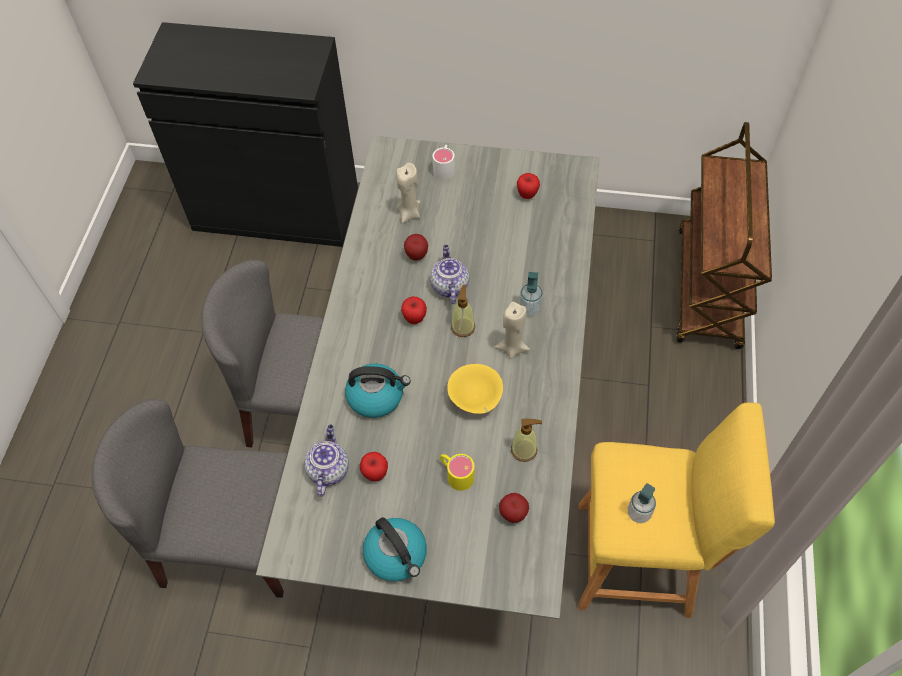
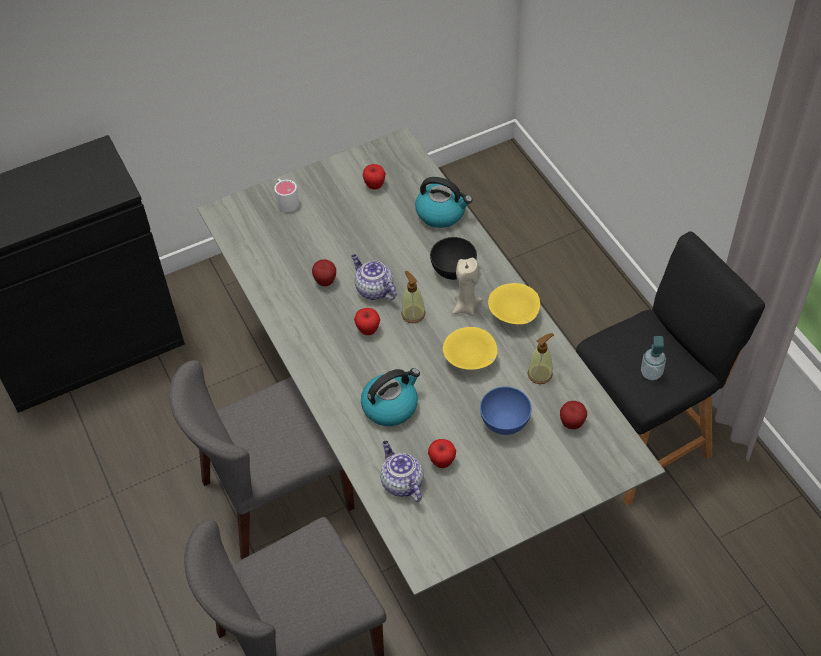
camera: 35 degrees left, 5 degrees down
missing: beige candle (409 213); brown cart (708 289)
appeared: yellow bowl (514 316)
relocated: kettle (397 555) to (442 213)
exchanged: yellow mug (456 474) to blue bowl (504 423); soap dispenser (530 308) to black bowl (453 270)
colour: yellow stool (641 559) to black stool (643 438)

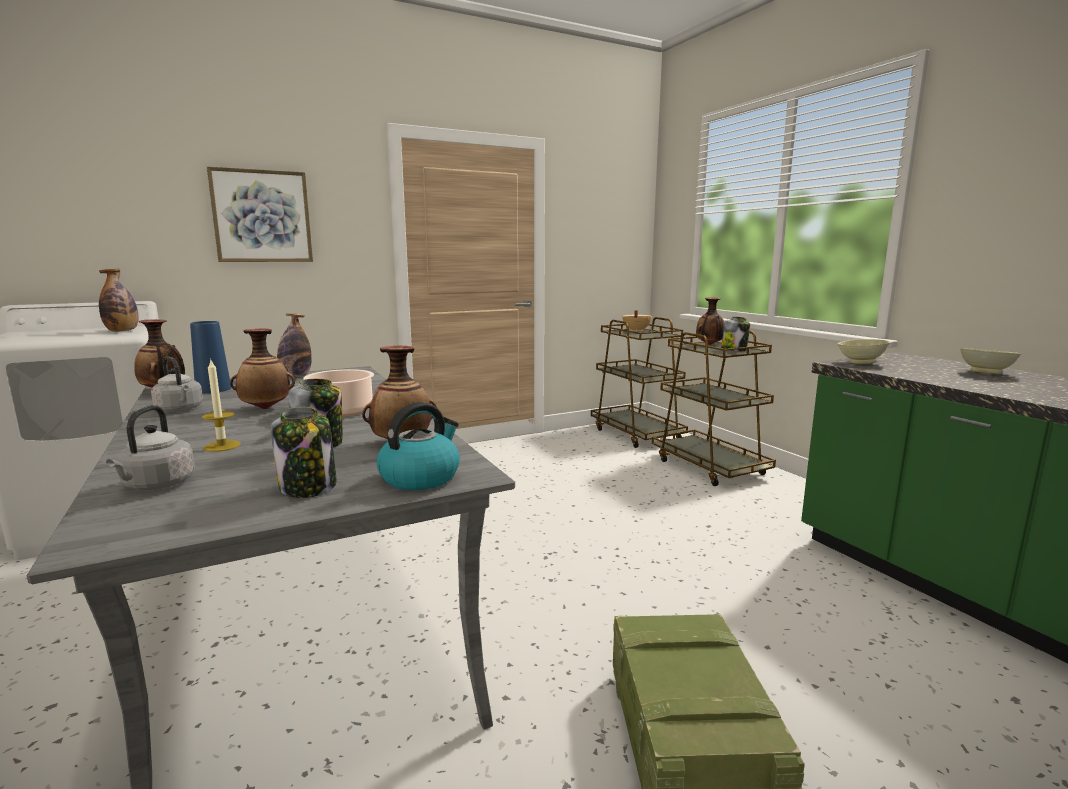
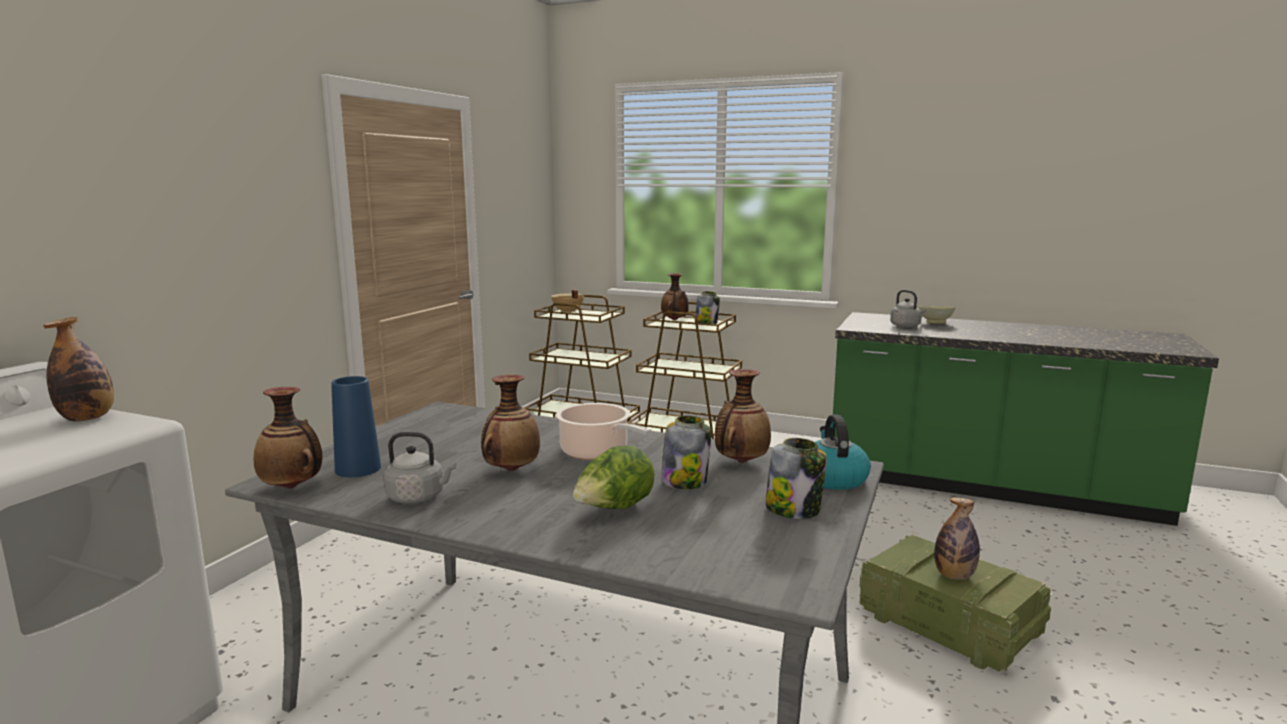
camera: 40 degrees left, 0 degrees up
missing: picture (262 216); beige bowl (860 362)
relocated: grey kettle (156 485) to (906 326); bottle (295 376) to (954 576)
exchanged: candle (222 446) to lettuce (614 509)

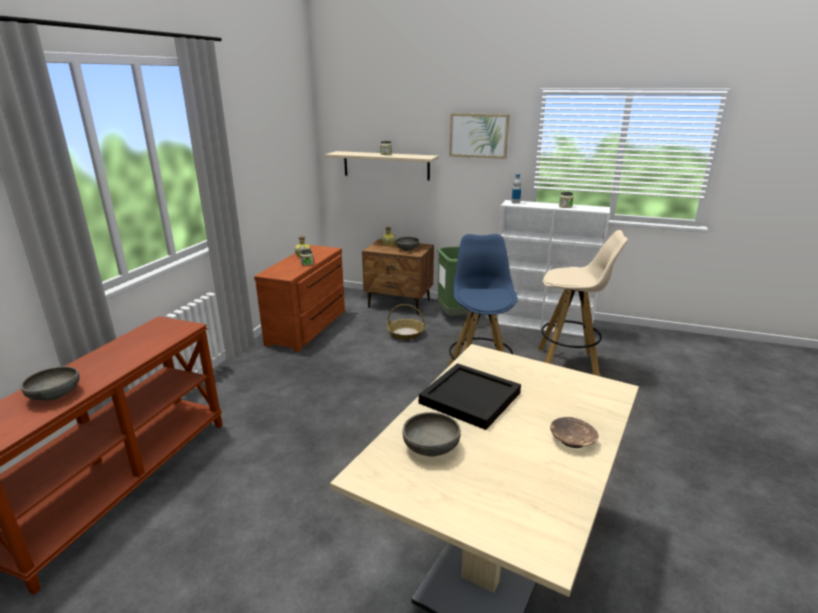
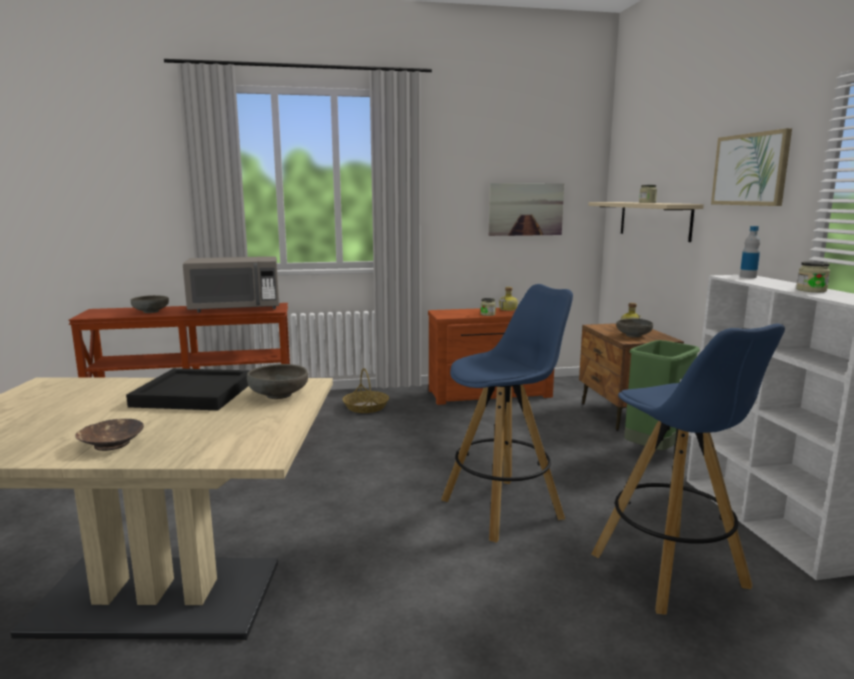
camera: 60 degrees right, 10 degrees down
appeared: grey microwave (235 308); picture (525 209)
relocated: basket (405 333) to (365 407); grey bowl (431 447) to (278 395)
colour: beige stool (568 363) to blue stool (670 572)

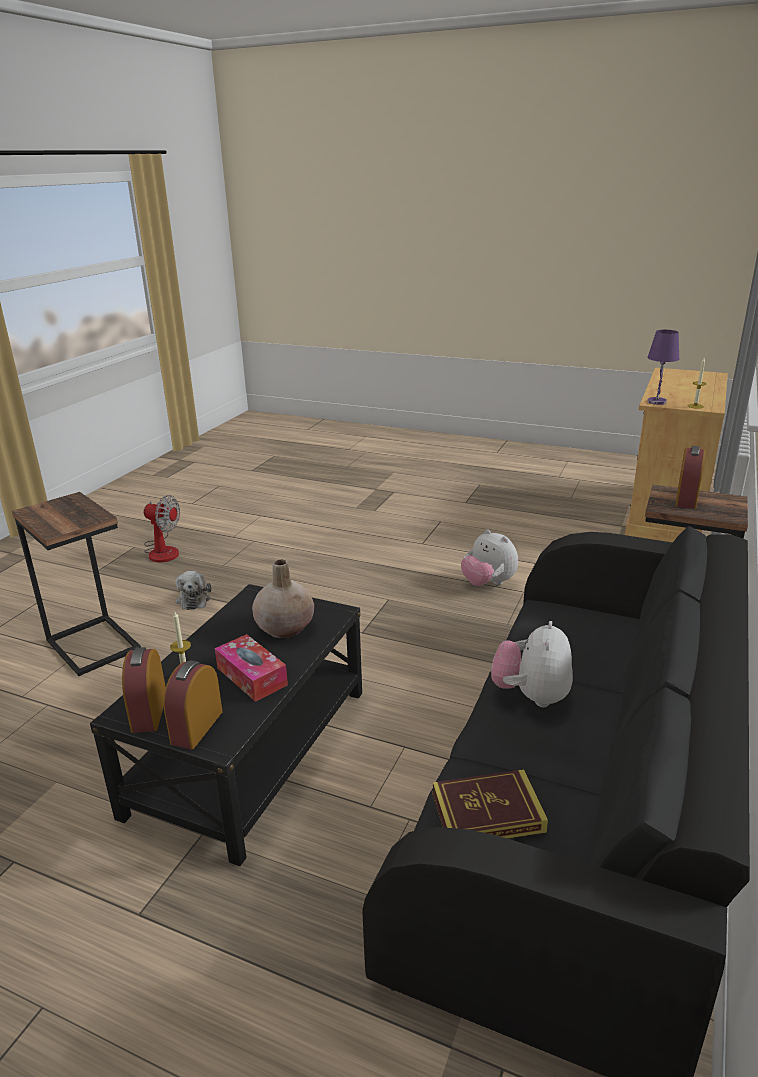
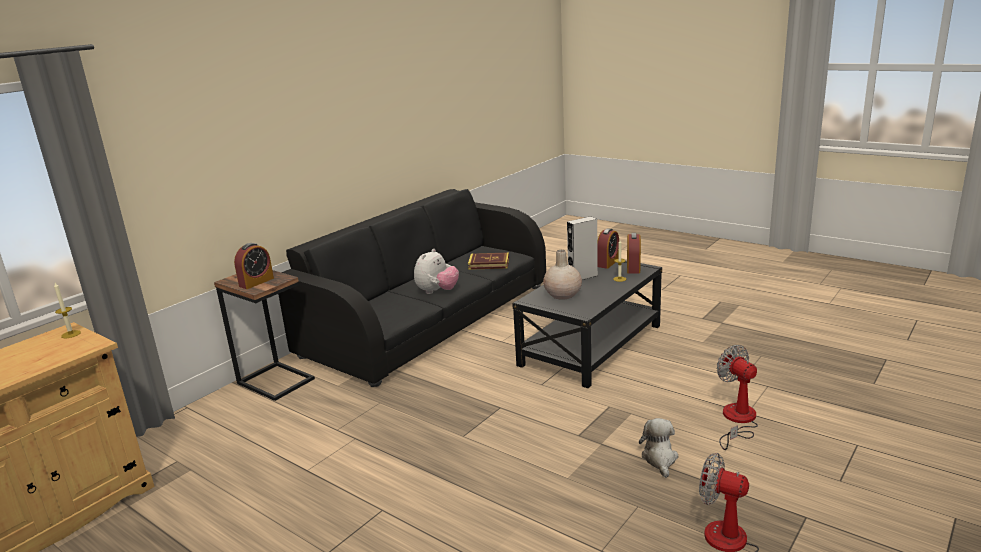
camera: 165 degrees left, 5 degrees down
missing: plush toy (488 583); purple table lamp (657 402)
exchanged: side table (95 644) to fan (737 421); tissue box (252 676) to grey speaker (582 277)

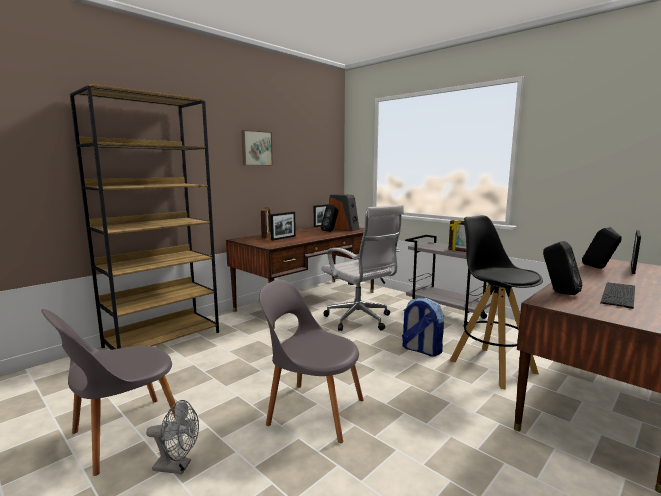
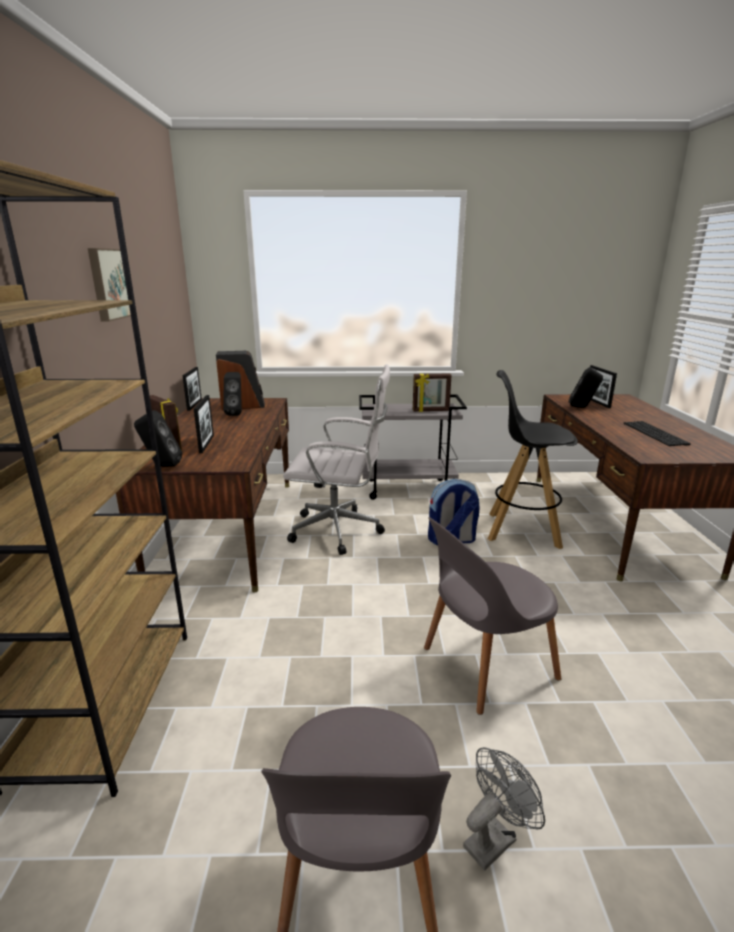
camera: 45 degrees left, 10 degrees up
relocated: black speaker (559 292) to (161 466)

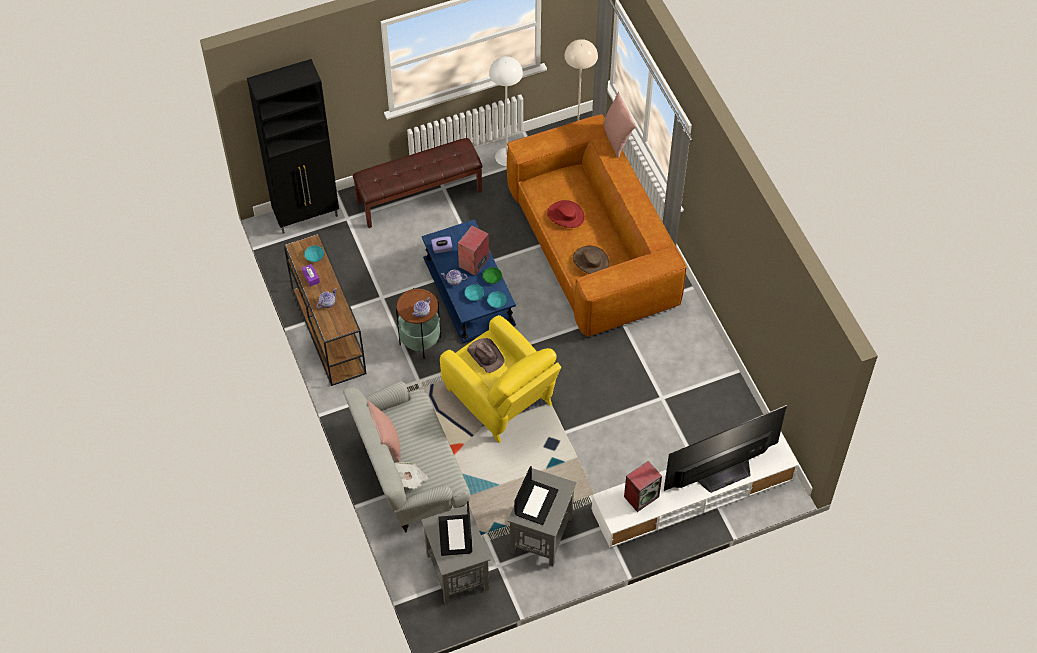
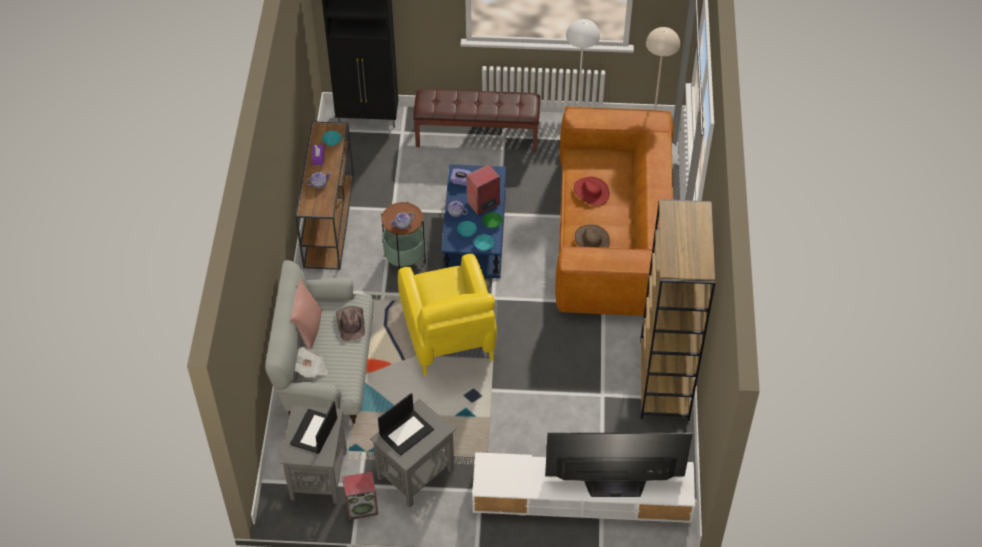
camera: 25 degrees right, 5 degrees down
missing: pink pillow (617 139)
appeared: brown bookcase (664 381)
relocated: brown hat (486 355) to (351 323); speaker (641 496) to (362 507)

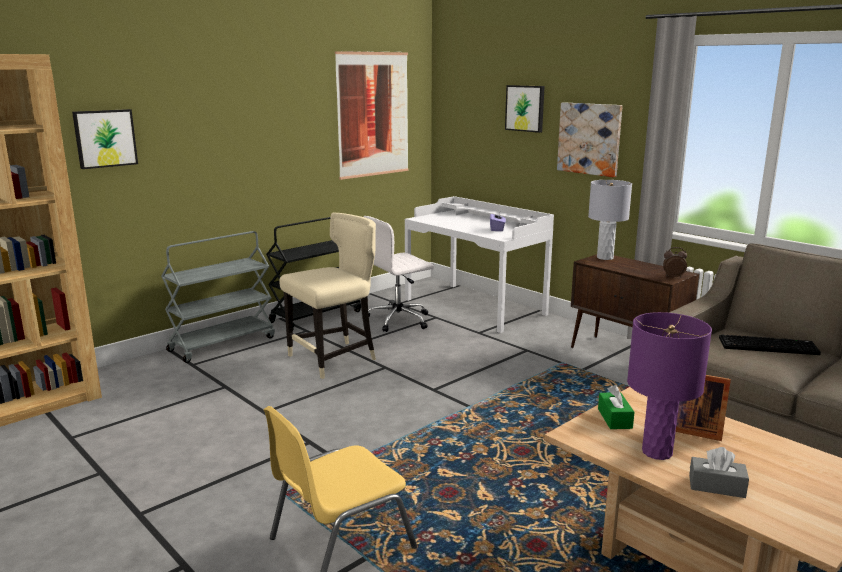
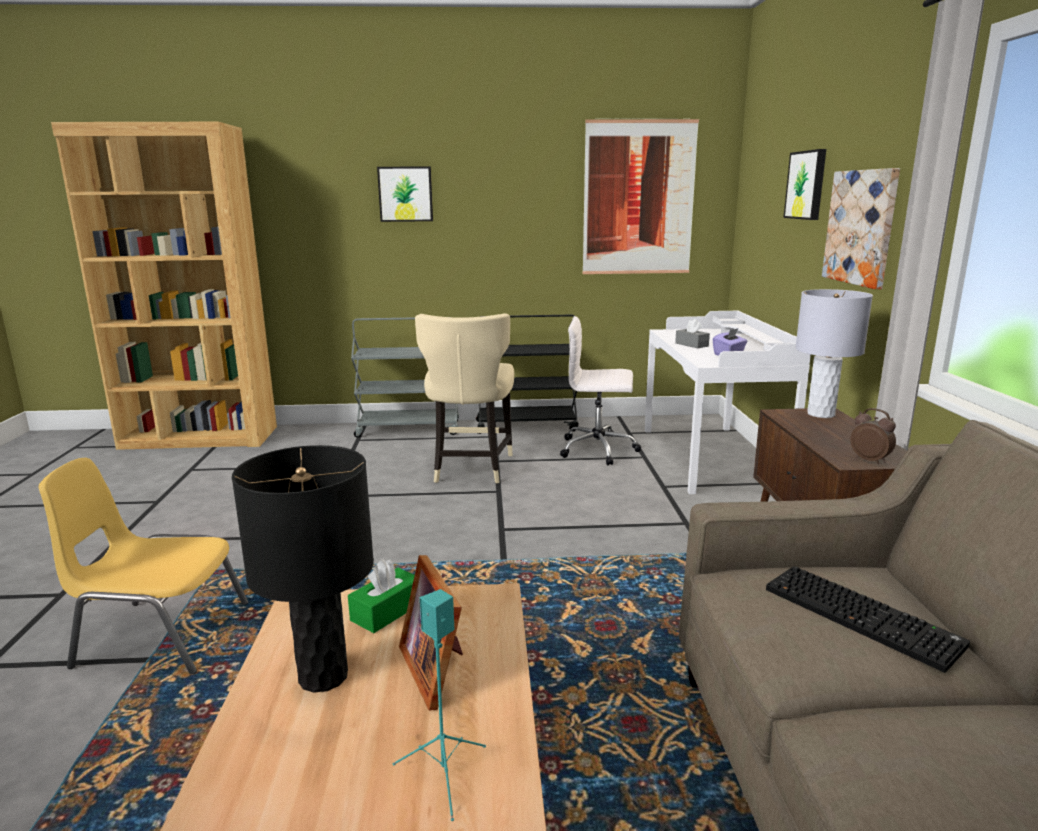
camera: 40 degrees right, 0 degrees up
appeared: turquoise speaker (444 776)
relocated: picture (105 138) to (405 194); grey tissue box (716 486) to (691 344)
colour: purple table lamp (657 452) to black table lamp (324 676)
spun: beige chair (335 358) = (470 469) 90 degrees clockwise

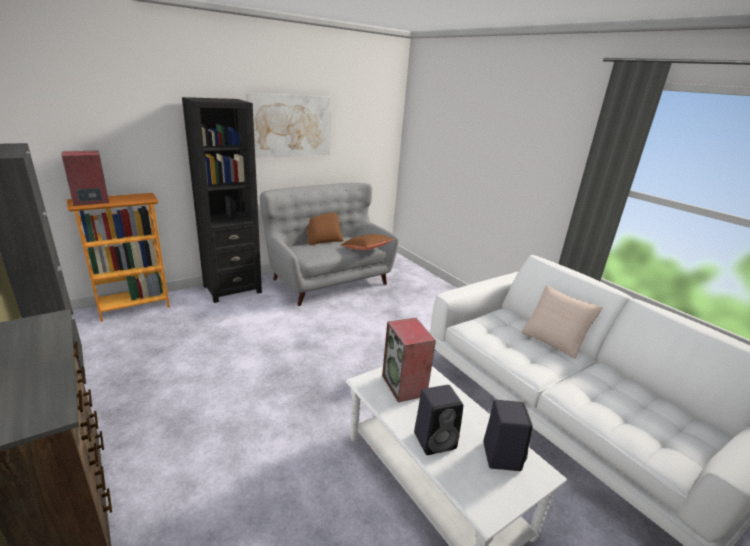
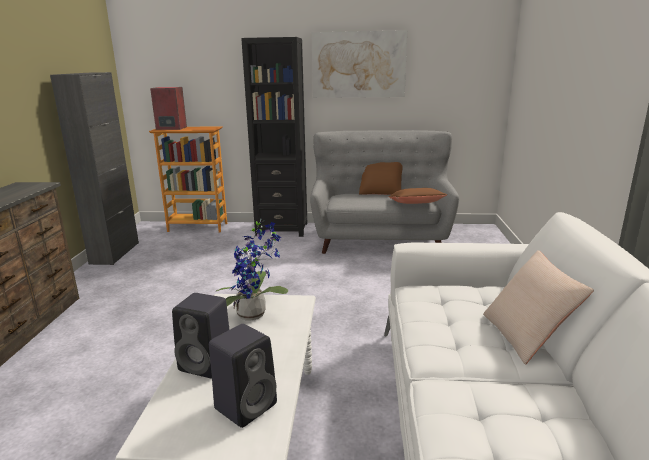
camera: 40 degrees right, 5 degrees down
exchanged: speaker (404 386) to potted plant (255 314)

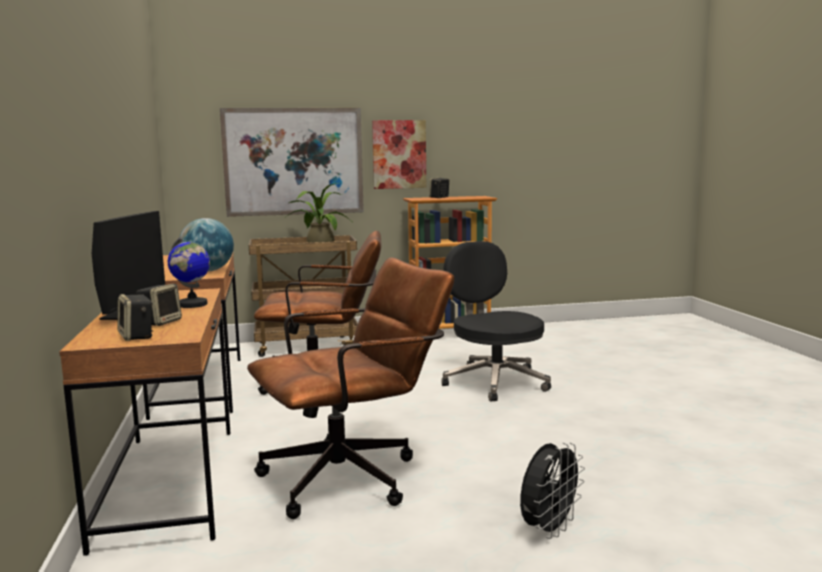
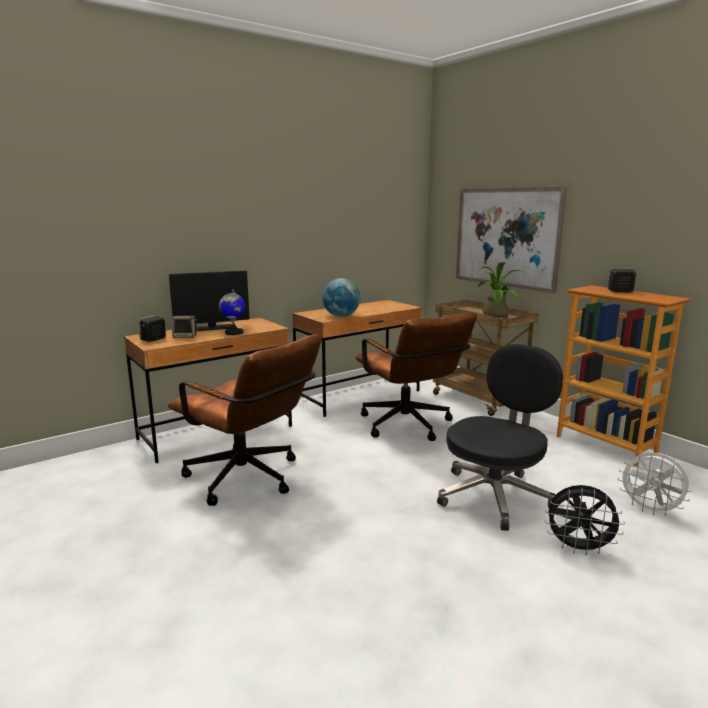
camera: 65 degrees right, 5 degrees up
missing: picture (399 154)
appeared: white fan (650 510)
relocated: black fan (548 529) to (579 548)

